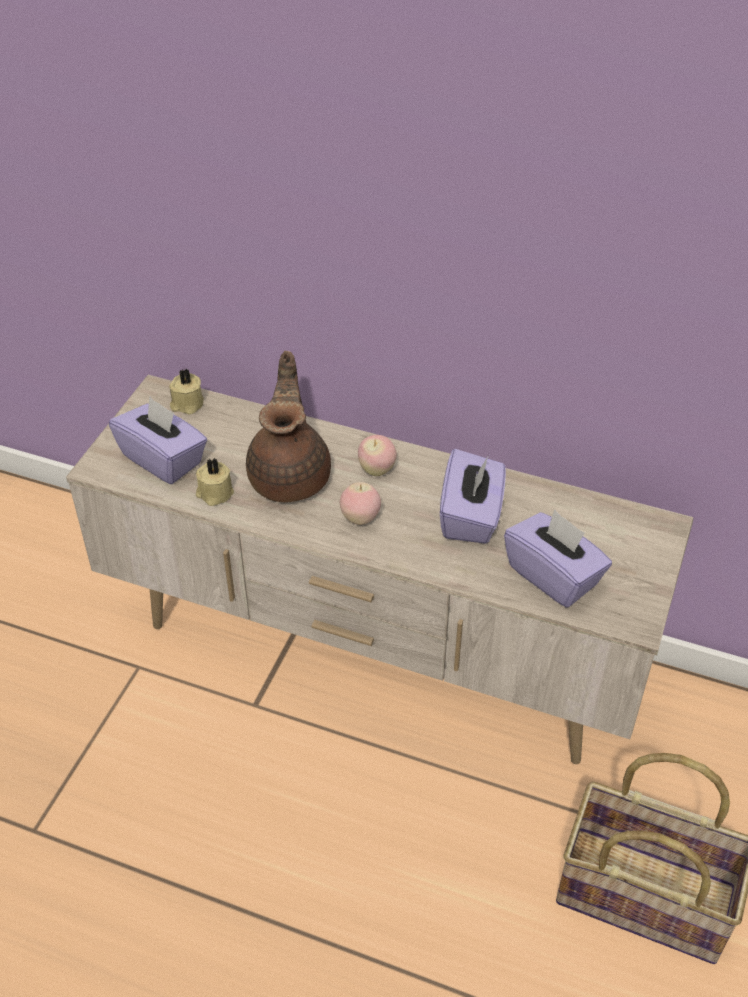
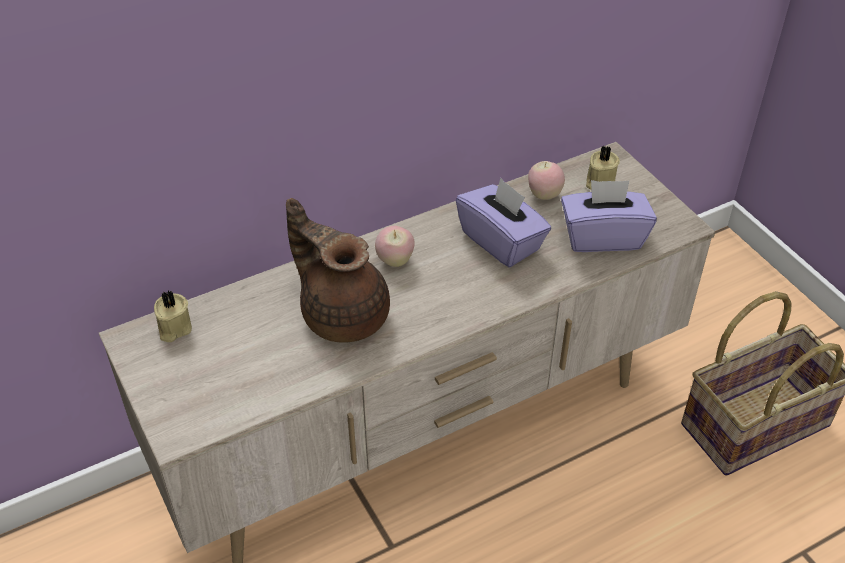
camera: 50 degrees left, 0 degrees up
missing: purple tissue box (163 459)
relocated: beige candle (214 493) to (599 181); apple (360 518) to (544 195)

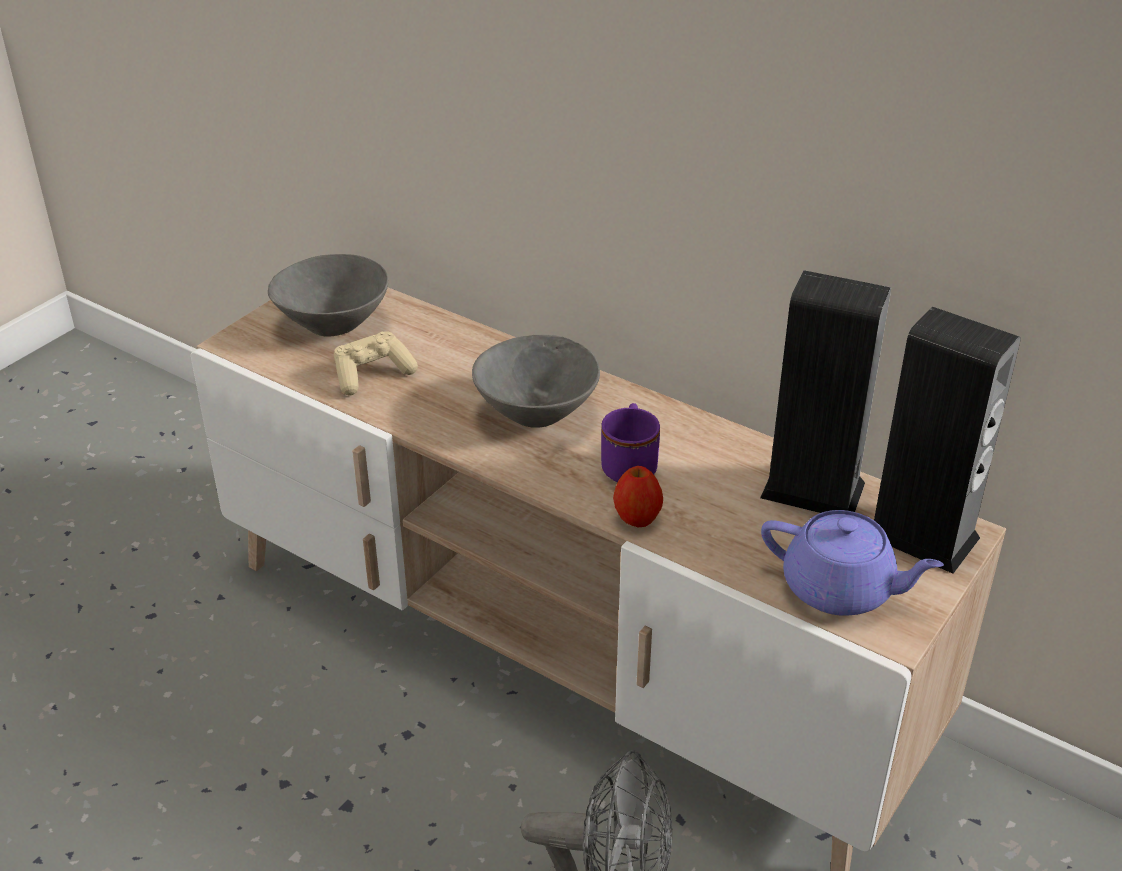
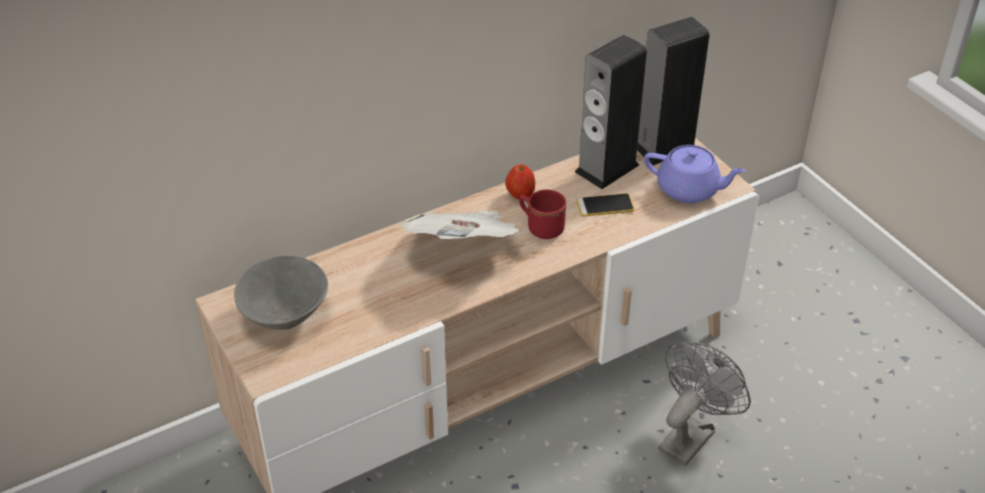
camera: 65 degrees left, 5 degrees up
missing: beige game controller (372 374)
appeared: phone (605 205)
relocated: apple (637 518) to (520 195)
exchanged: grey bowl (538 412) to newspaper (464 248)
colour: purple mug (630 464) to red mug (540 227)
spun: purple teapot (840 589) = (689 189) 60 degrees clockwise

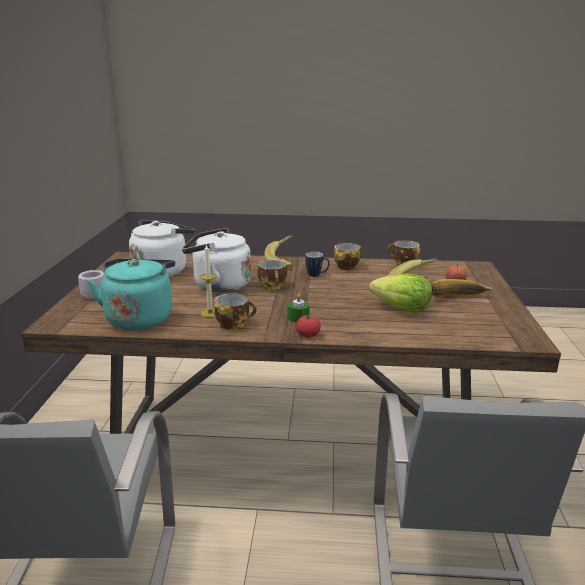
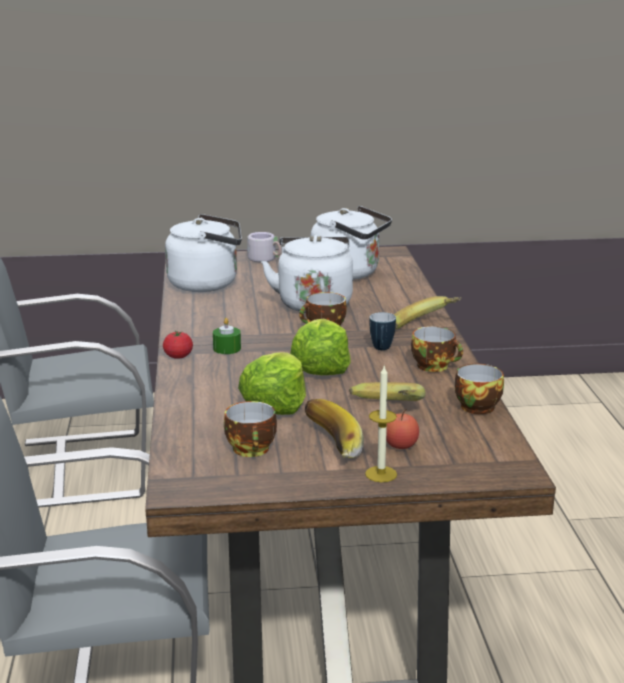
camera: 80 degrees right, 0 degrees up
appeared: lettuce (320 367)
relocated: candle (210 313) to (381 474); cup (234 324) to (253 450)
colour: turquoise kettle (140 318) to white kettle (207 284)

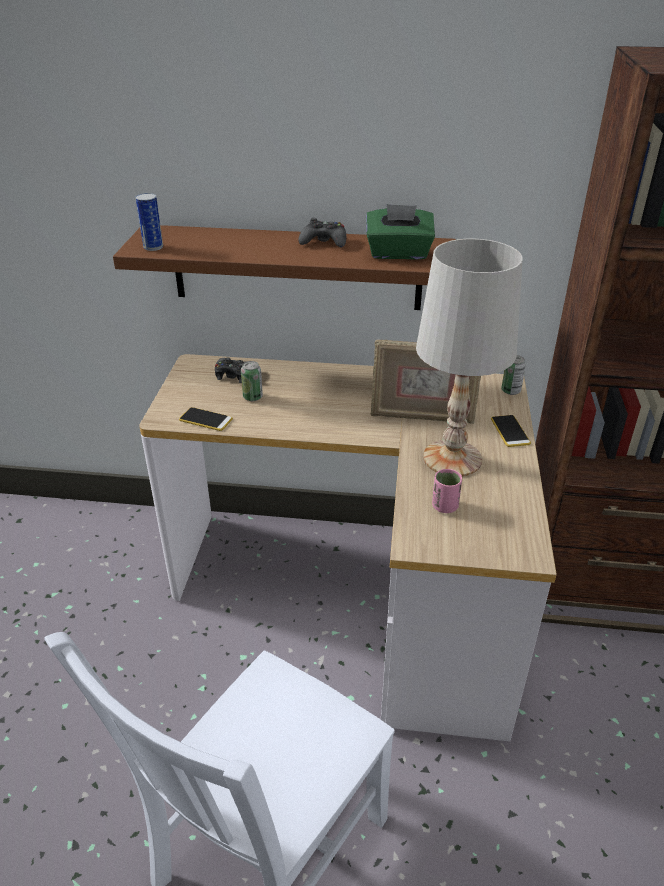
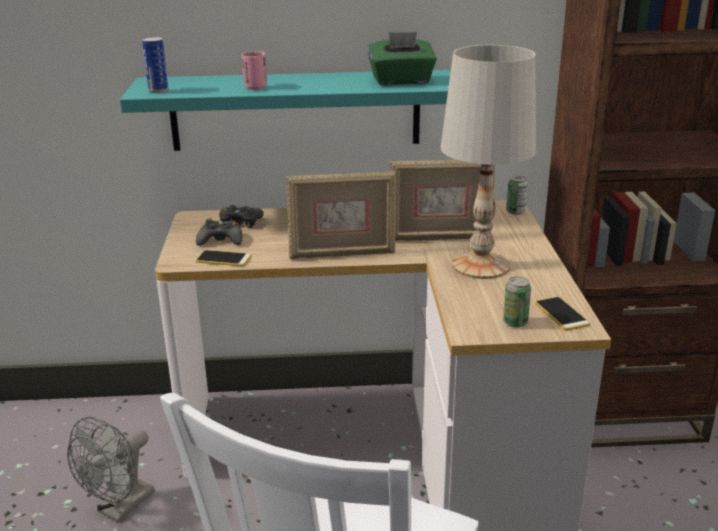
camera: 10 degrees left, 10 degrees down
appeared: grey fan (120 508); picture frame (342 254)
relocated: can (252 397) to (515 322); black game controller (324 242) to (221 240); pink cup (444 506) to (255 87); phone (510 431) to (561 314)
colour: brown shelf (296 267) to turquoise shelf (295 110)

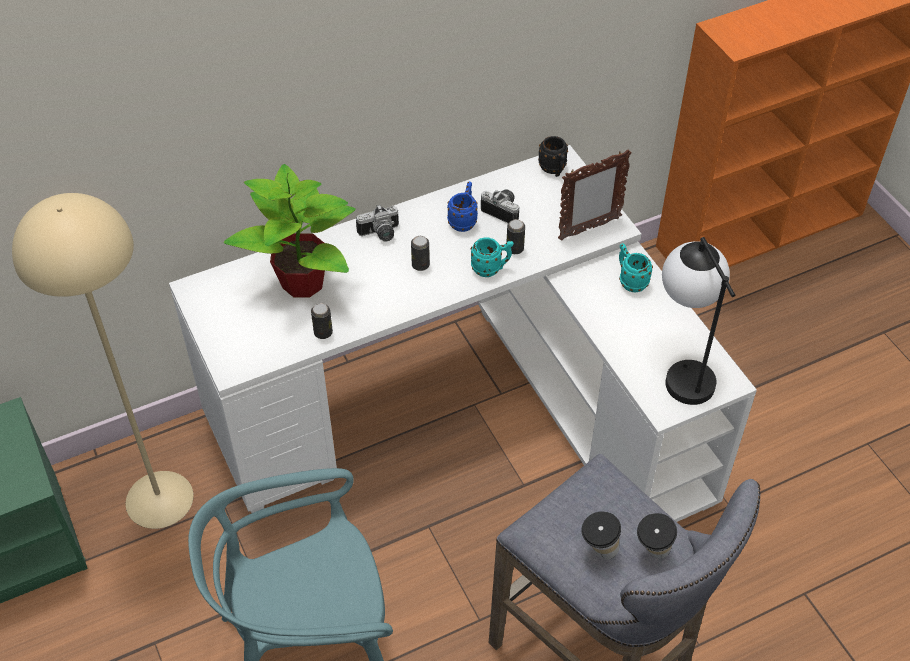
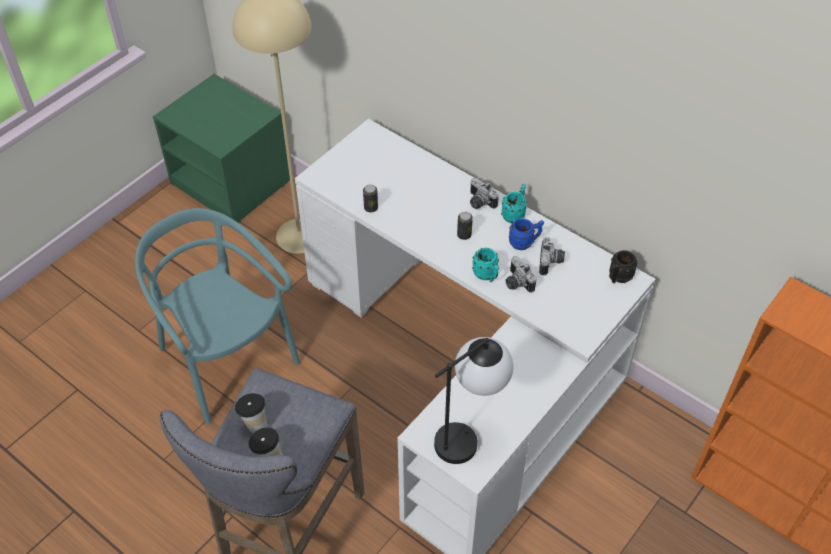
camera: 65 degrees right, 0 degrees up
missing: potted plant (304 282); picture frame (589 229)
relocated: turquoise mug (630 280) to (514 214)
exchanged: can (515 248) to photo camera (516 283)

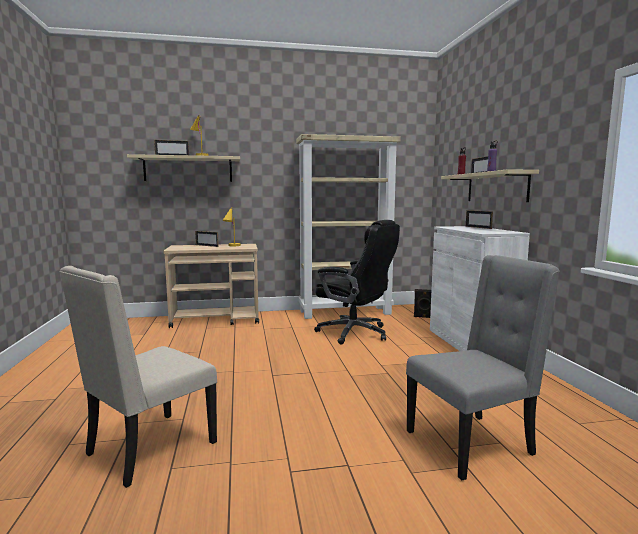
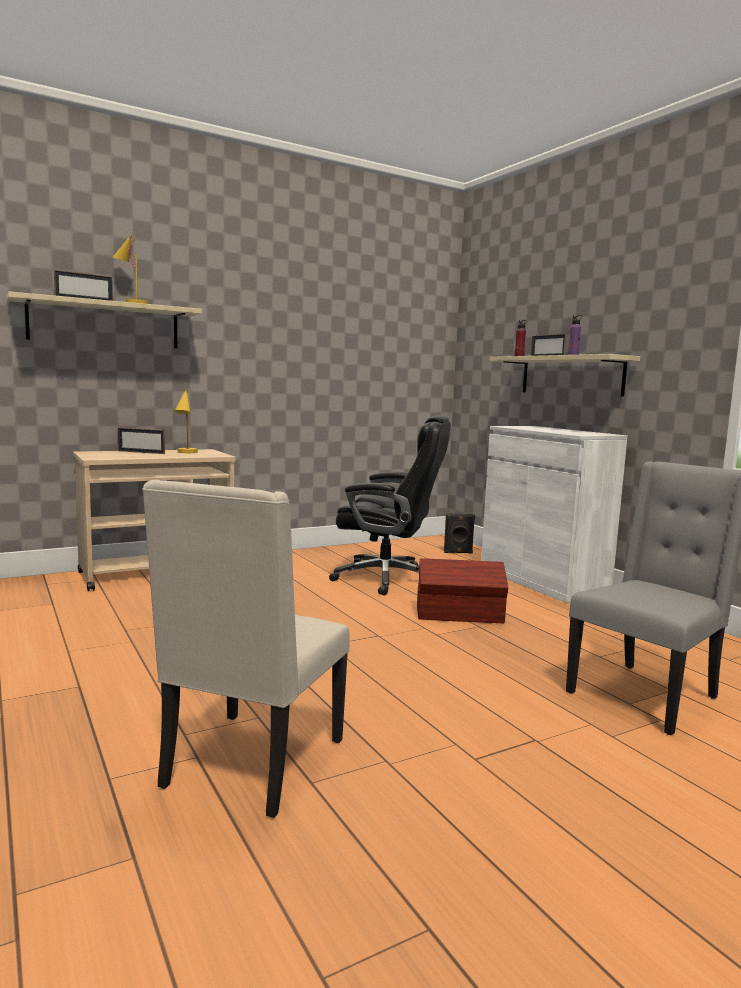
camera: 20 degrees left, 0 degrees up
missing: beige bookcase (346 312); picture frame (478 227)
appeared: brown storage box (460 615)

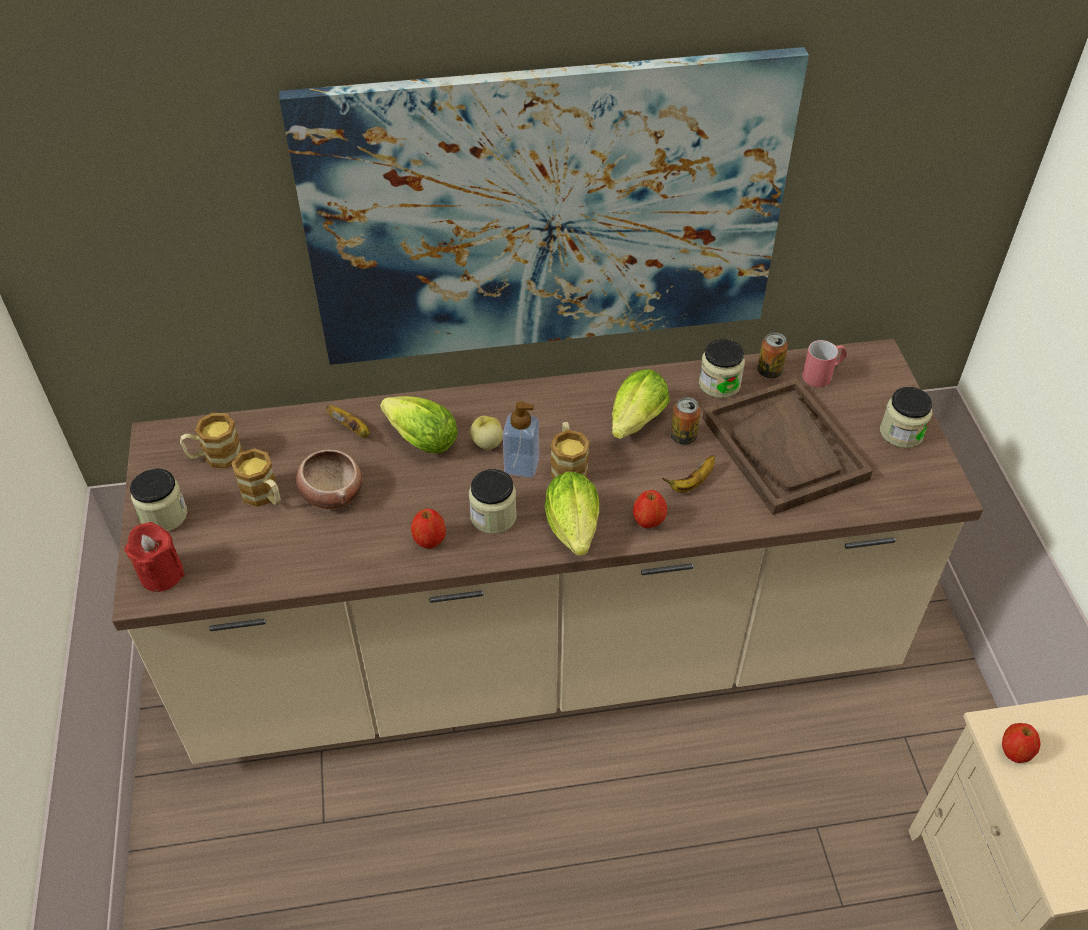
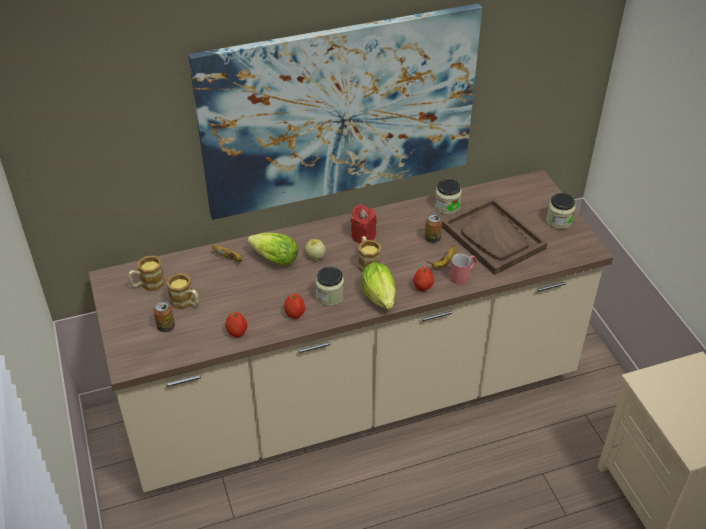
camera: 10 degrees left, 5 degrees down
missing: jar (164 515); bowl (331 493); soap dispenser (521 466); lettuce (634 425)
relocated: red candle (161 574) to (363 235); can (769 371) to (166 327); red mug (823 374) to (463 275); apple (1014 752) to (237 332)

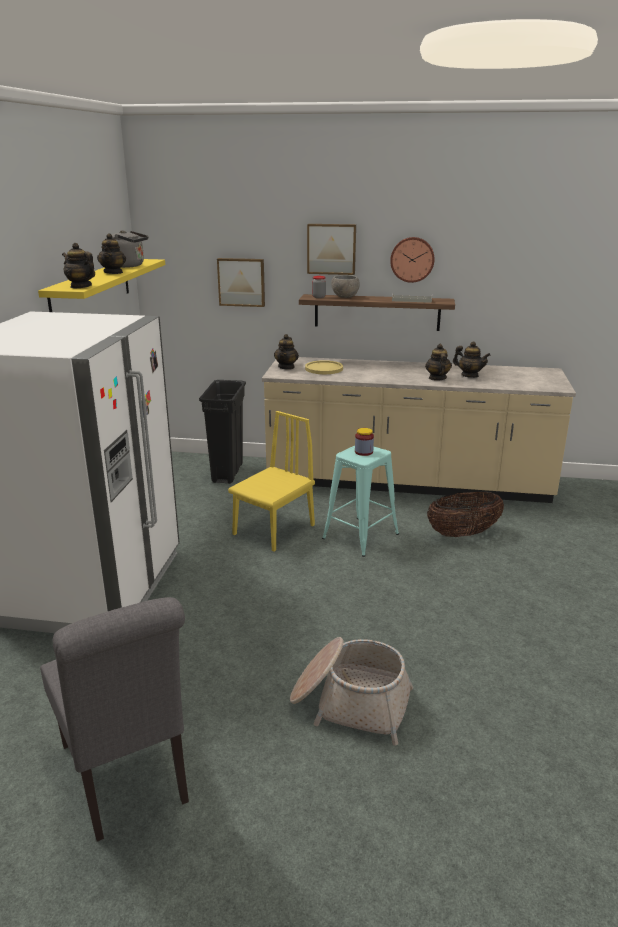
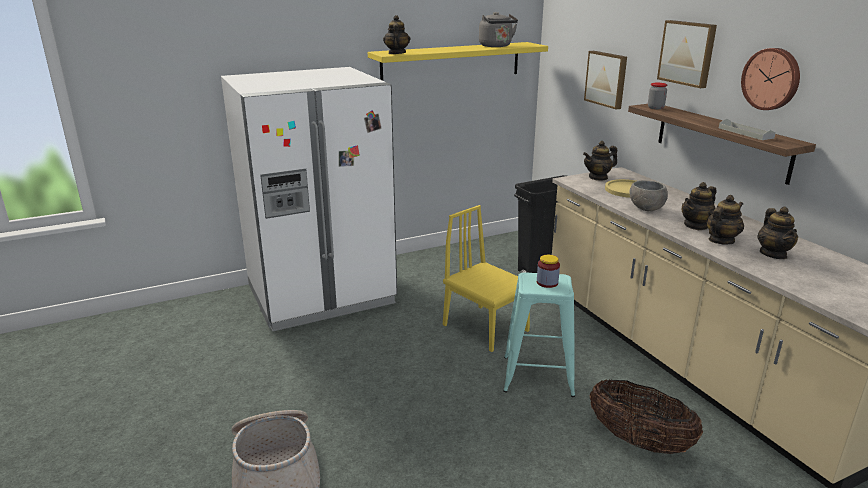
camera: 55 degrees right, 0 degrees up
missing: grey chair (127 778)
relocated: teapot (113 272) to (696 225); grey bowl (345 297) to (646 209)
spun: yellow chair (274 530) = (485 328) 135 degrees counterclockwise

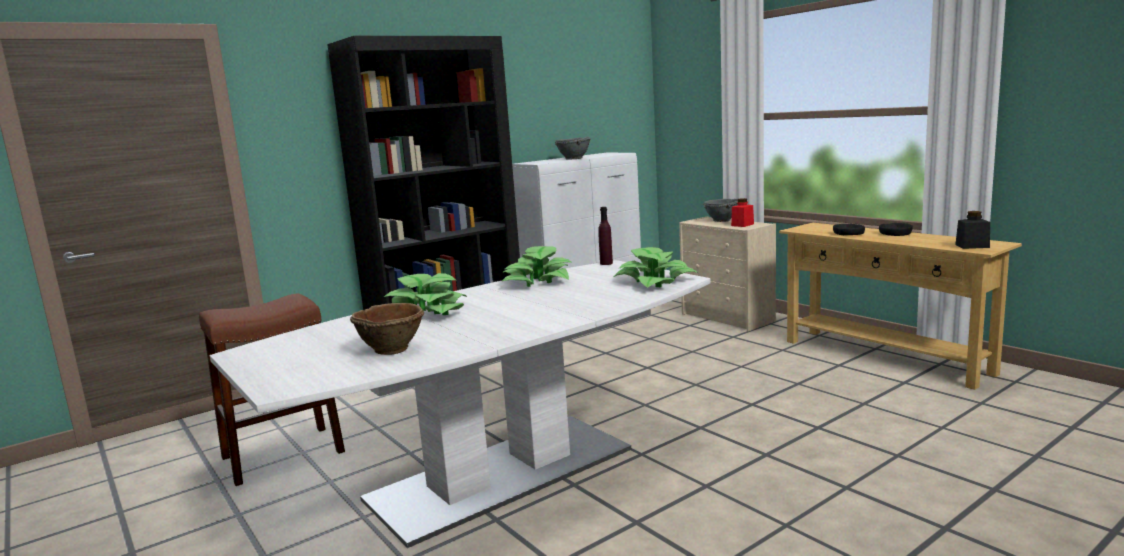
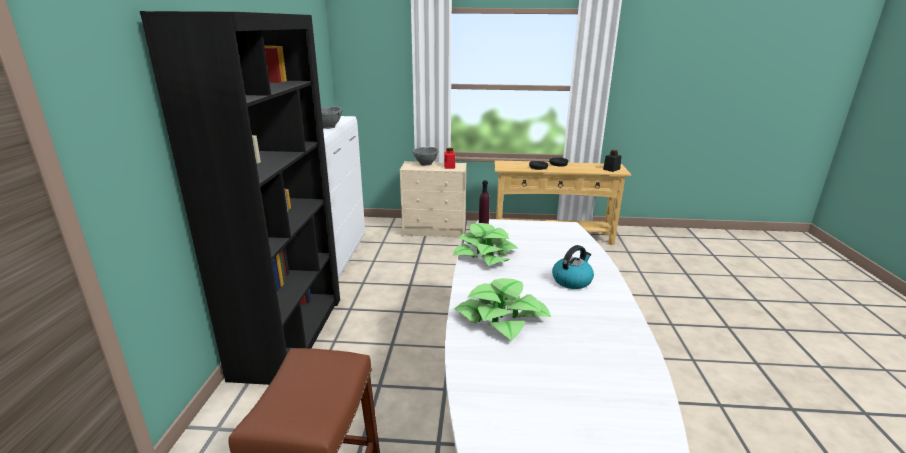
camera: 50 degrees left, 10 degrees up
missing: brown bowl (391 349); potted plant (655 281)
appeared: kettle (572 280)

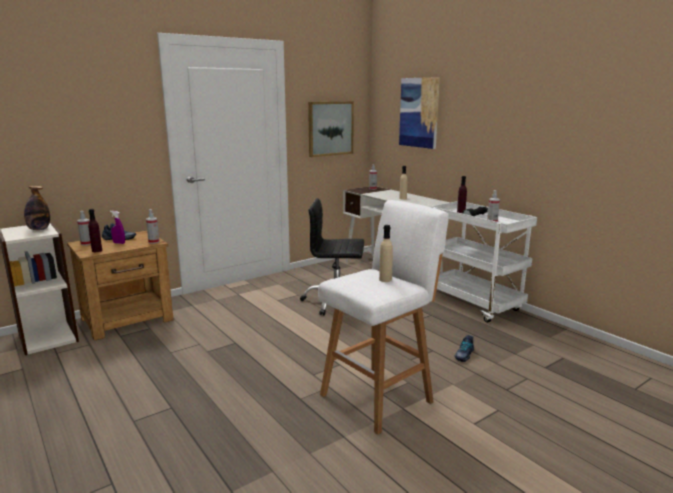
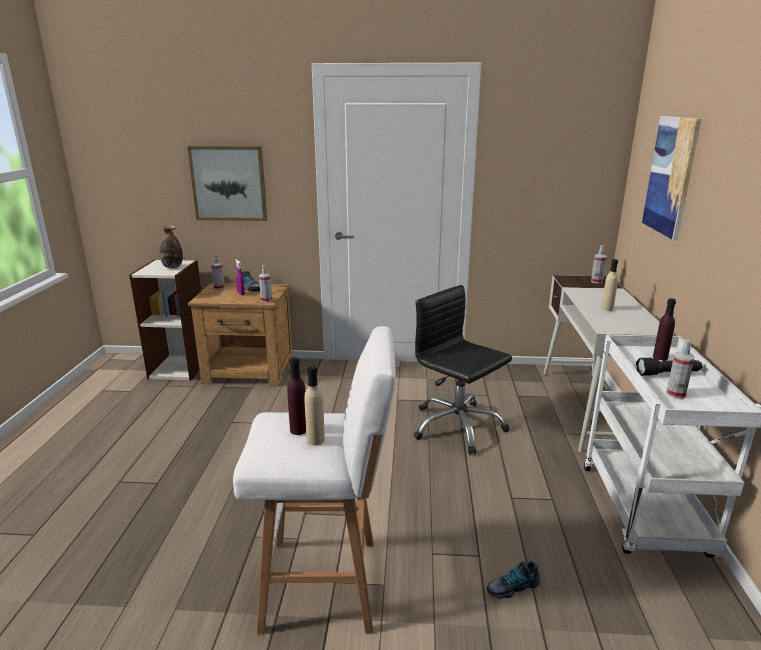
camera: 40 degrees right, 5 degrees up
relocated: purple bottle (97 250) to (298 430); picture (330 128) to (229 183)

